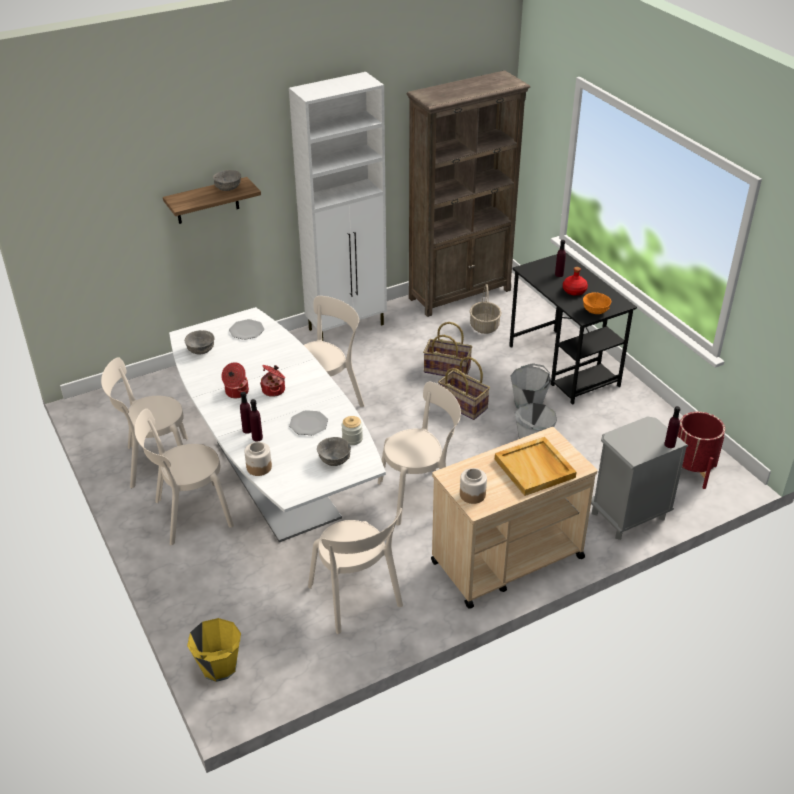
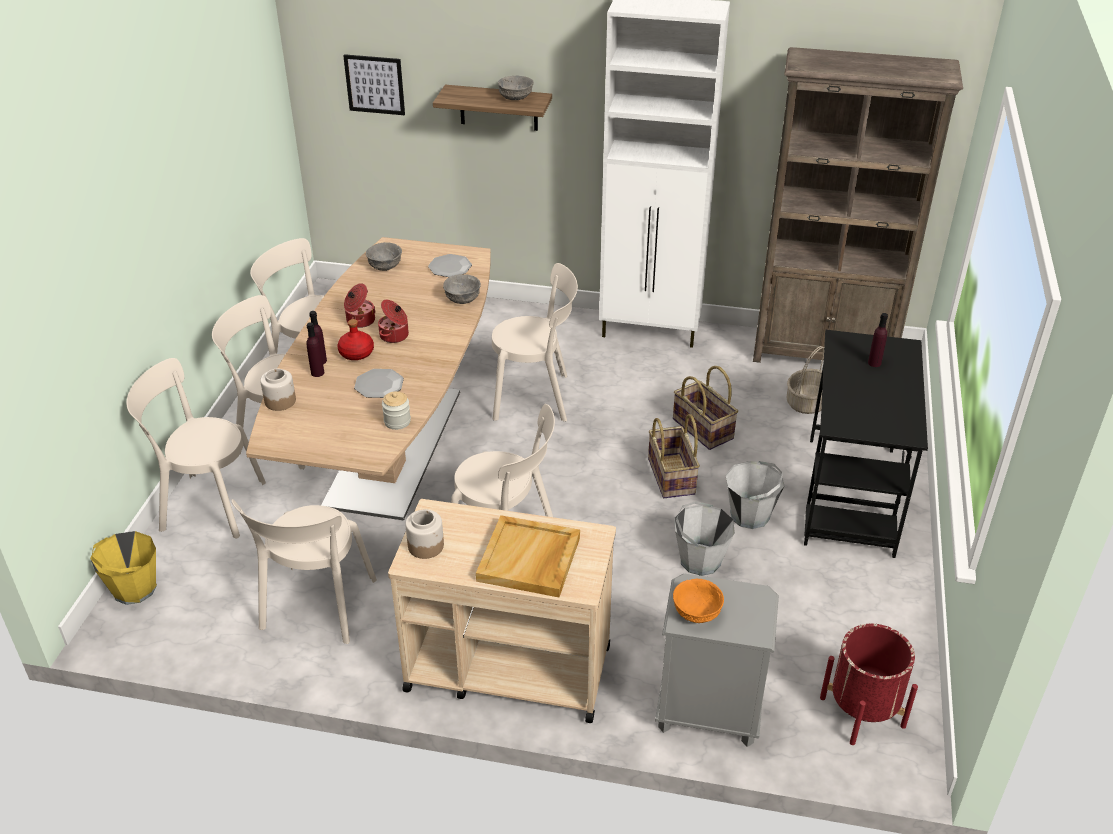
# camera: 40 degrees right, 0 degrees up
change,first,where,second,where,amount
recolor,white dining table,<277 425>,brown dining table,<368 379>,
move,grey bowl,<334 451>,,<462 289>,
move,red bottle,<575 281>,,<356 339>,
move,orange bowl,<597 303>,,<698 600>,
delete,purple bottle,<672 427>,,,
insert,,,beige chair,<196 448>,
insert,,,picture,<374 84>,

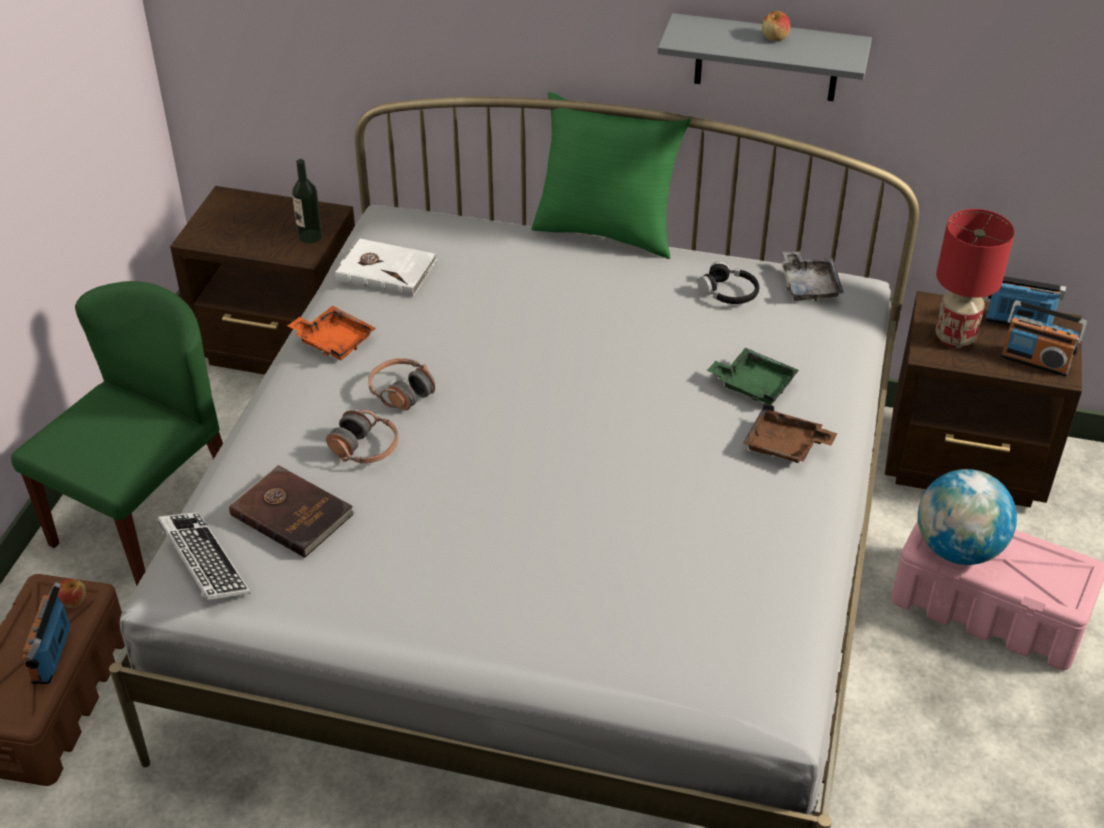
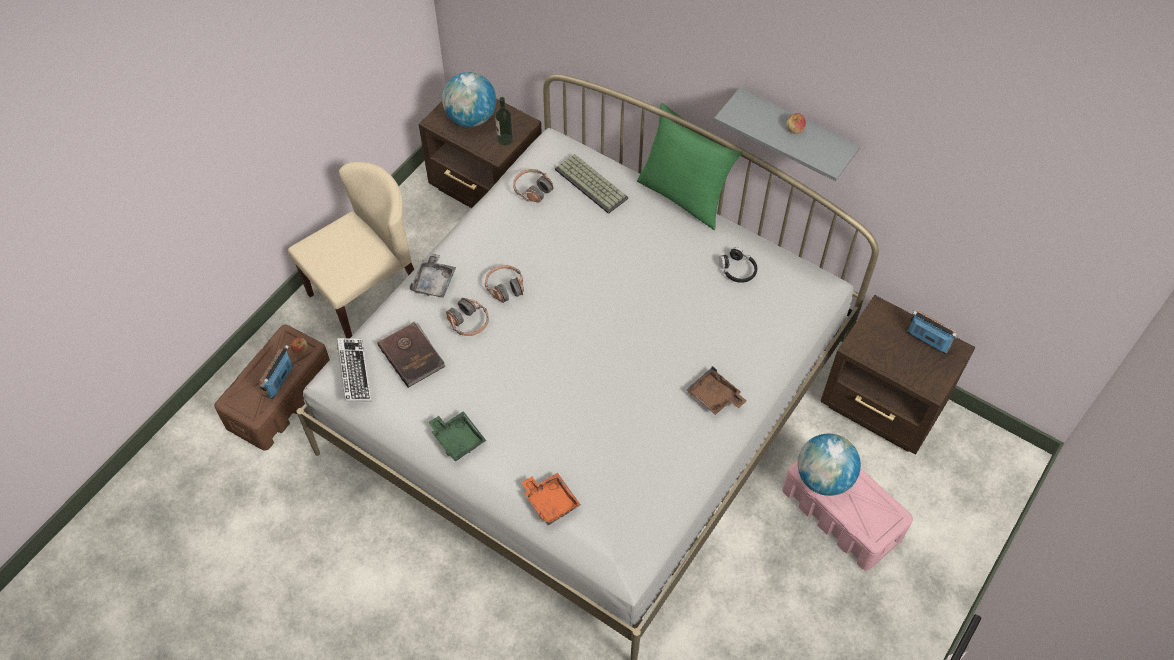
# camera: 20 degrees right, 15 degrees up
change,first,where,second,where,amount
recolor,green chair,<117 433>,beige chair,<351 250>,
move,orange tray,<331 333>,,<550 499>,
replace,white book,<386 267>,headphones,<533 186>,
move,green tray,<753 376>,,<457 436>,
move,grey tray,<812 276>,,<432 275>,
delete,red table lamp,<975 278>,,,
delete,radio,<1044 338>,,,
insert,,,globe,<469 99>,
insert,,,keyboard,<591 184>,

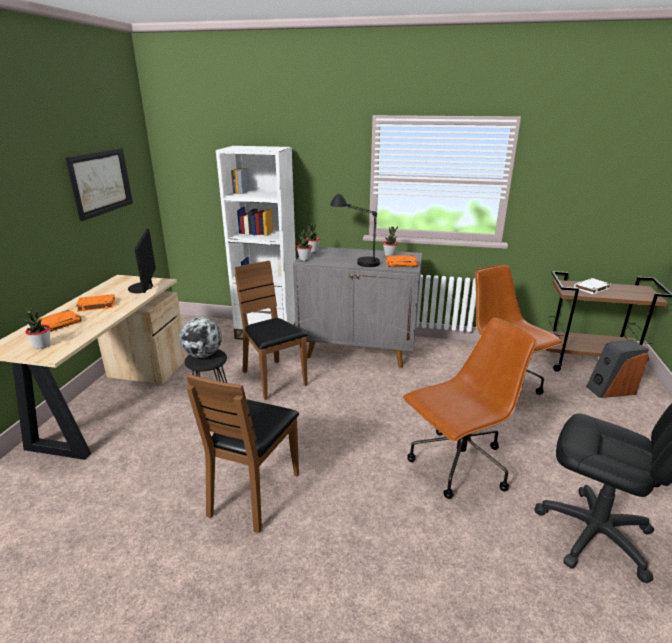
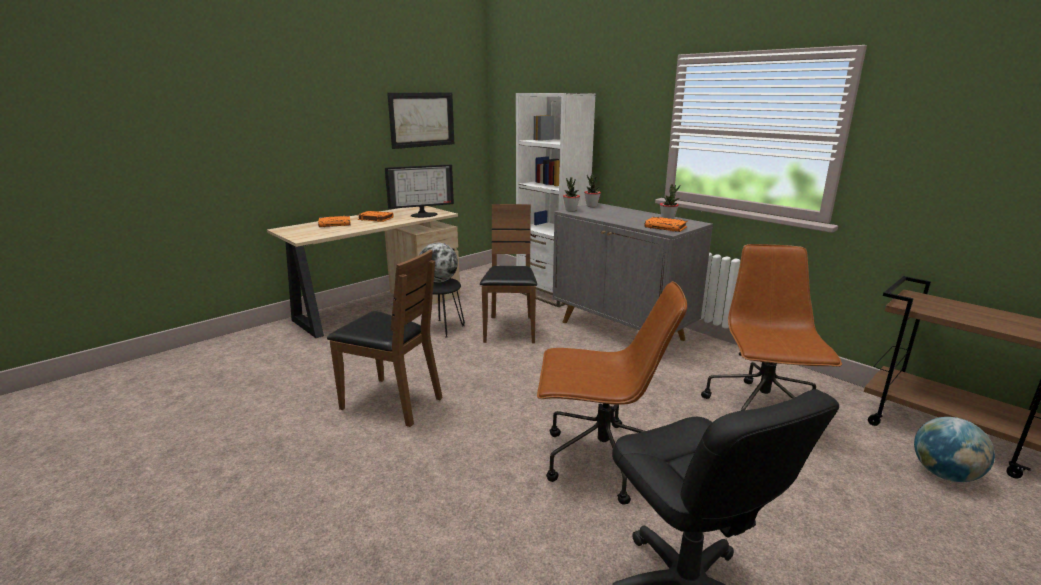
# camera: 35 degrees right, 5 degrees down
change,first,where,second,where,amount
delete,potted plant,<36 328>,,,
rotate,monitor,<142 261>,,<419 191>,135 degrees counterclockwise
rotate,brown chair,<242 453>,,<385 338>,120 degrees counterclockwise
delete,black table lamp,<355 230>,,,
delete,white book,<592 286>,,,
replace,speaker,<617 369>,globe,<954 449>,

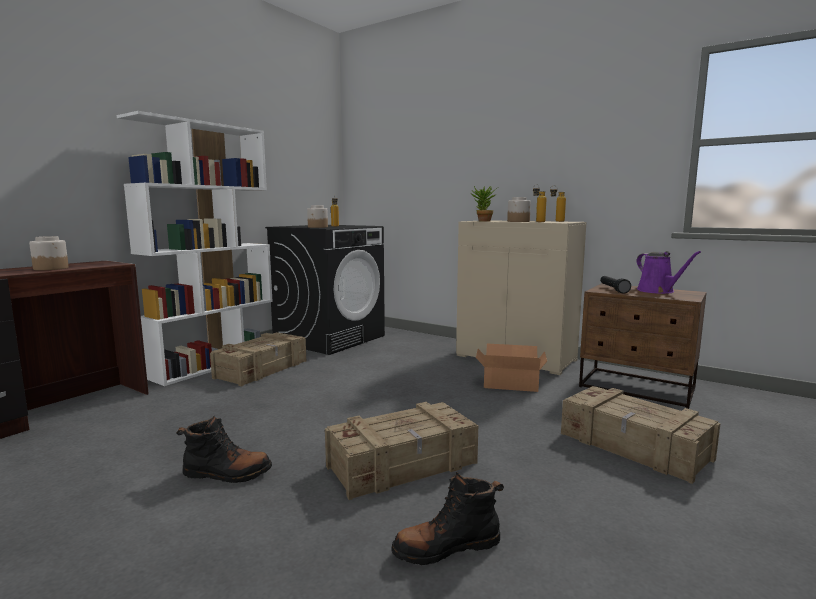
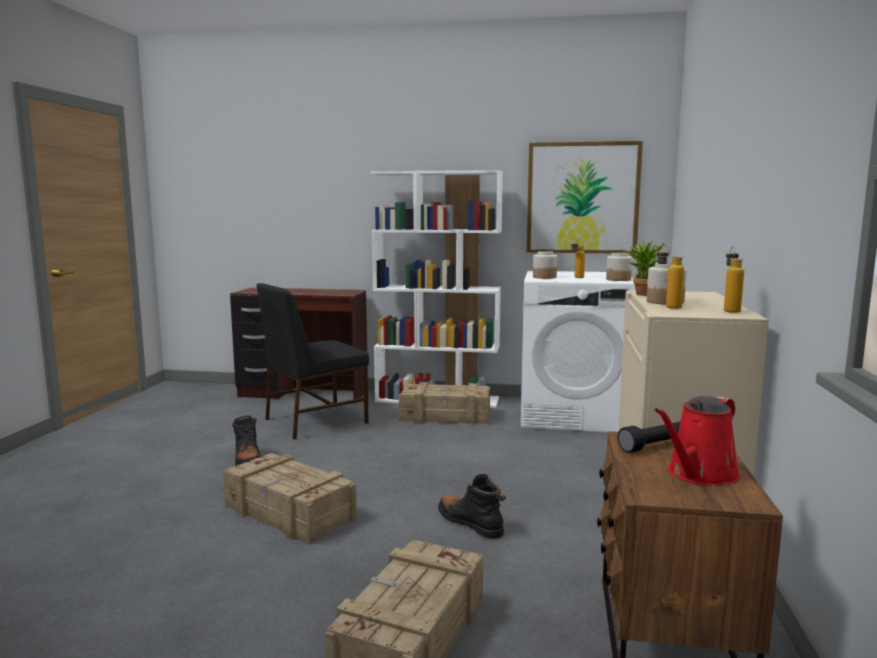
# camera: 65 degrees right, 0 degrees up
change,first,where,second,where,amount
move,jar,<49 253>,,<619 267>,
recolor,black washing machine,<325 290>,white washing machine,<578 351>,
move,black boot,<447 518>,,<472 506>,
delete,cardboard box,<511 367>,,,
recolor,purple watering can,<668 272>,red watering can,<697 441>,
insert,,,black chair,<313 361>,
insert,,,picture,<585 197>,

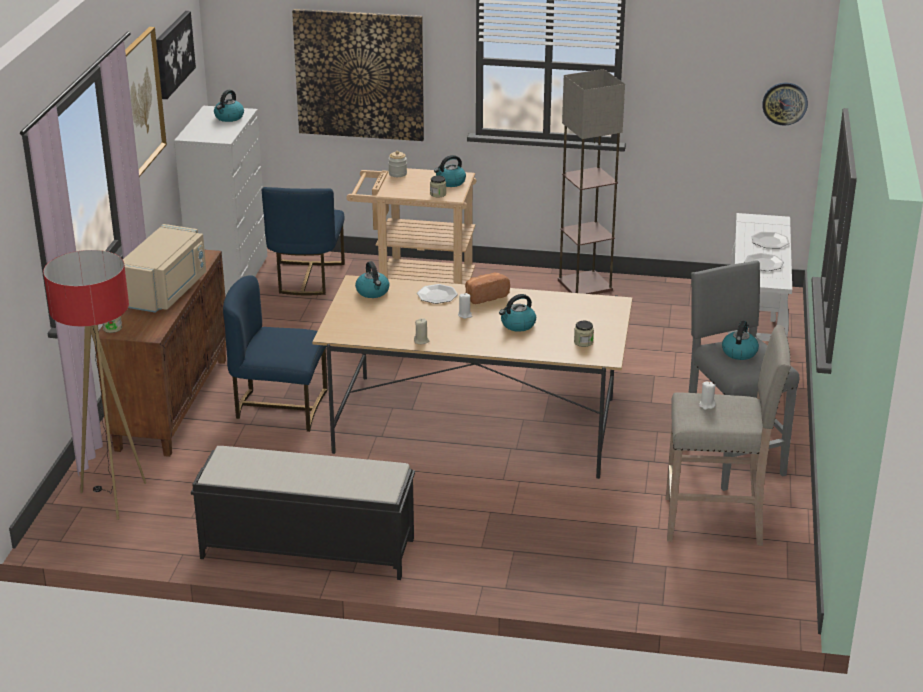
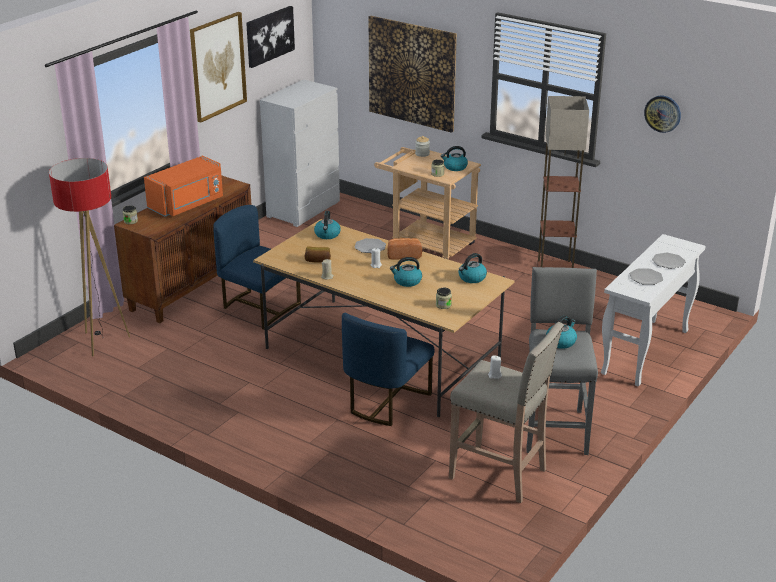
# camera: 25 degrees right, 0 degrees up
change,first,where,second,where,amount
recolor,beige microwave,<164 268>,orange microwave,<183 186>,
delete,black bench,<303 513>,,,
move,kettle,<229 106>,,<472 268>,
move,blue chair,<303 241>,,<388 369>,
move,wall clock,<785 104>,,<662 114>,
insert,,,bread,<317 254>,

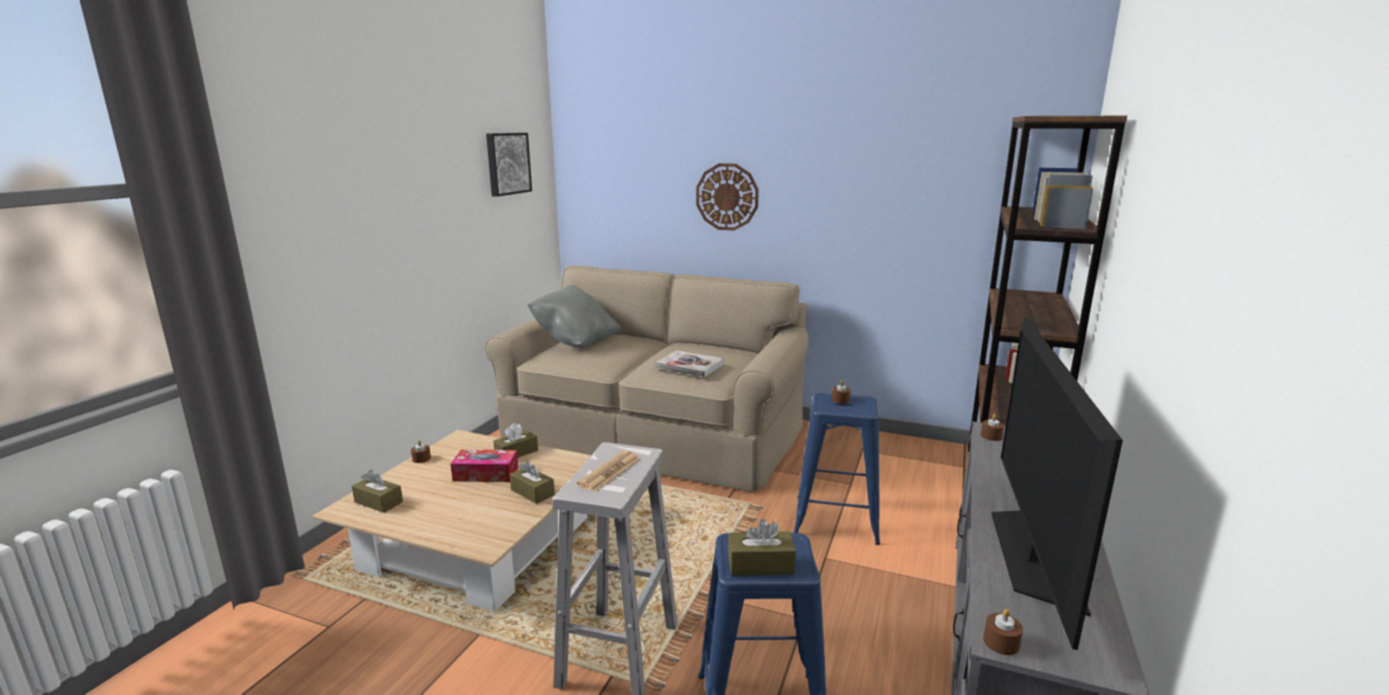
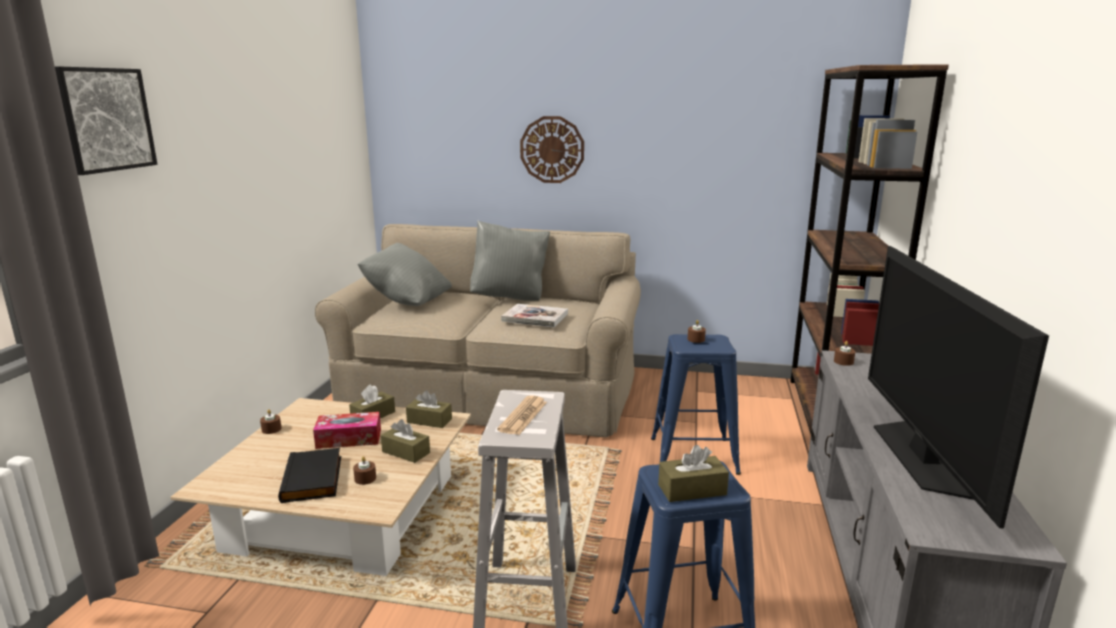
# camera: 10 degrees left, 0 degrees up
change,first,where,second,where,amount
move,brown tissue box,<377 491>,,<429 409>,
move,picture,<509 165>,,<106 120>,
move,brown candle,<1003 632>,,<364 470>,
insert,,,black book,<309 475>,
insert,,,grey pillow,<510 260>,

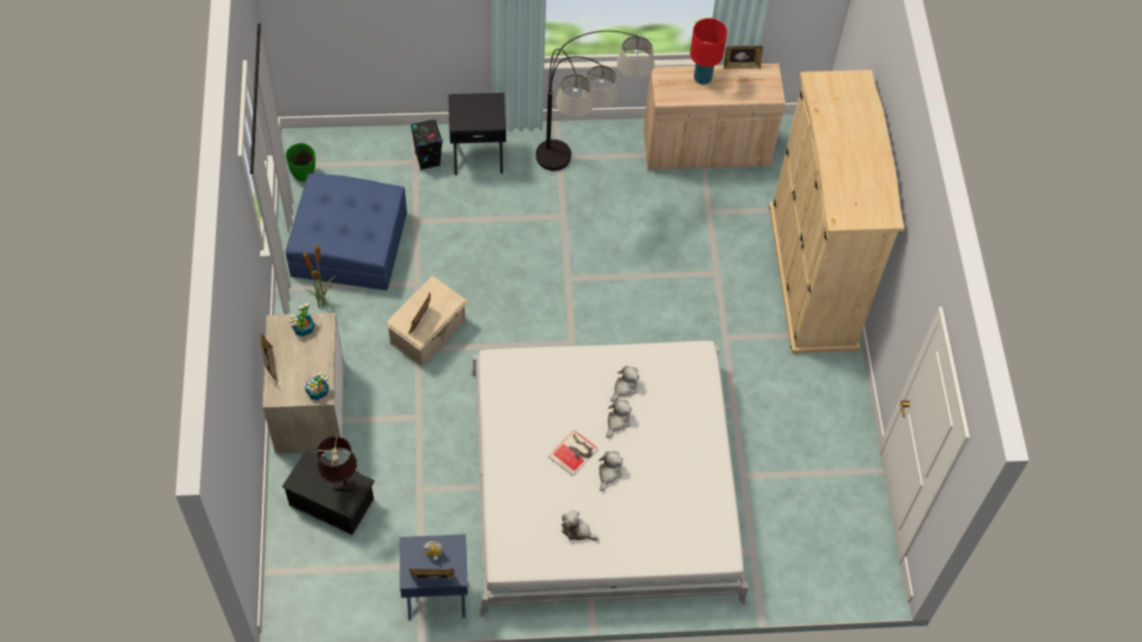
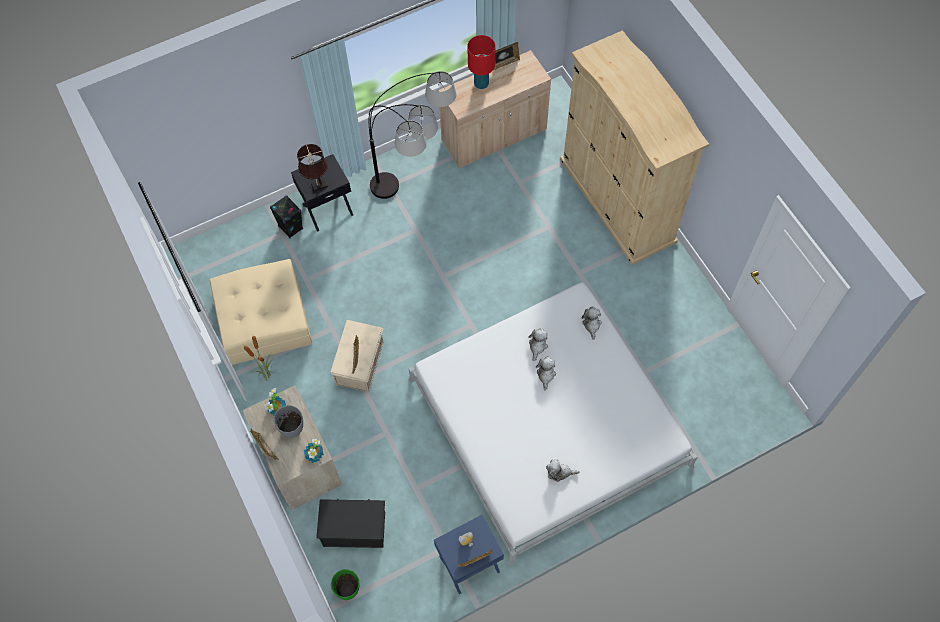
# camera: 20 degrees left, 5 degrees up
change,first,where,second,where,amount
move,green vase,<300 162>,,<345 584>,
recolor,blue ottoman,<346 232>,beige ottoman,<261 312>,
move,brown table lamp,<337 464>,,<312 167>,
delete,book,<573 453>,,,
move,plush toy,<611 471>,,<592 323>,
insert,,,grey vase,<288 421>,

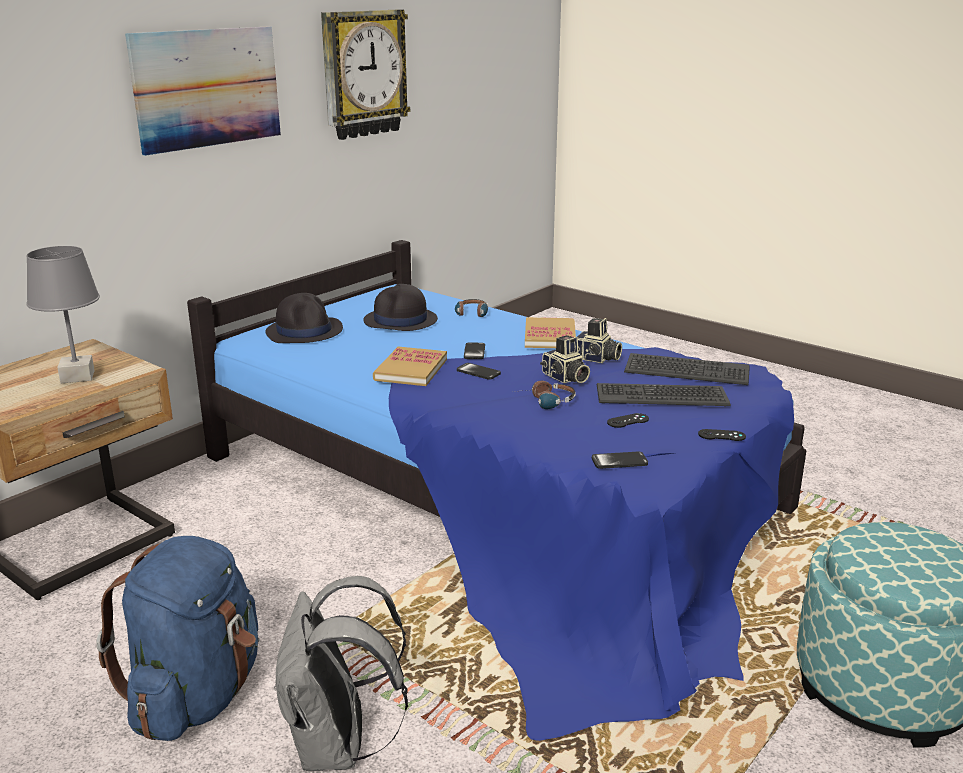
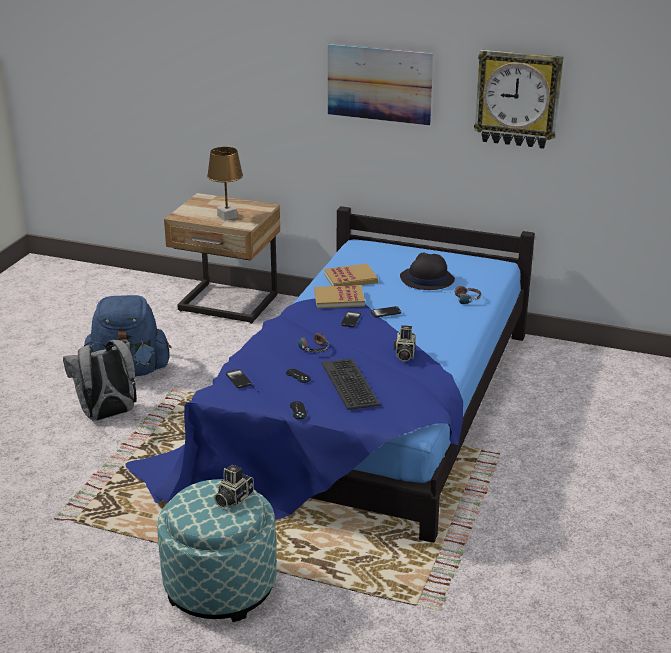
# camera: 70 degrees right, 5 degrees up
change,first,where,second,where,amount
recolor,grey table lamp,<63 314>,brown table lamp,<225 183>,
delete,black hat,<304 318>,,,
move,book,<550 332>,,<351 275>,
move,photo camera,<565 359>,,<234 486>,
delete,keyboard,<687 369>,,,

